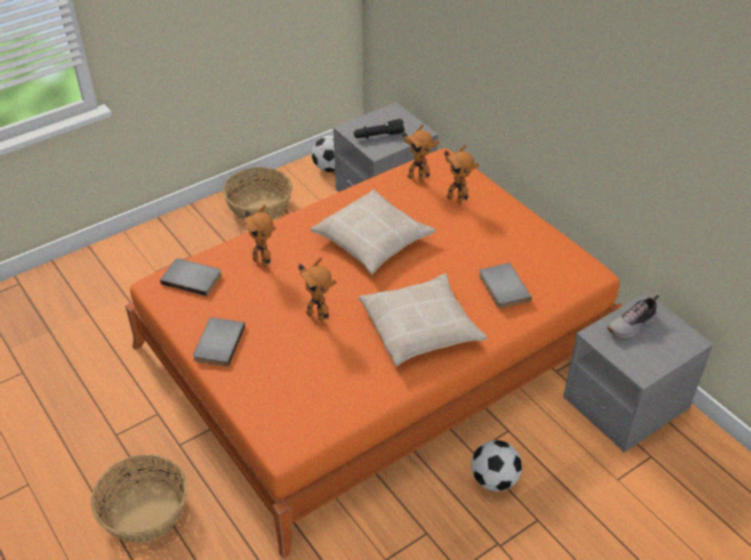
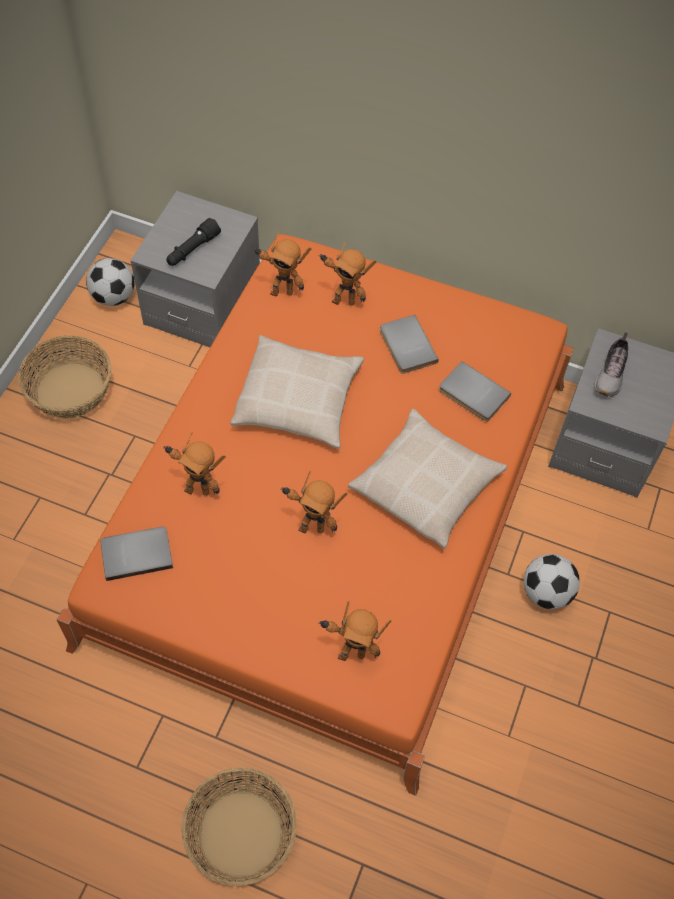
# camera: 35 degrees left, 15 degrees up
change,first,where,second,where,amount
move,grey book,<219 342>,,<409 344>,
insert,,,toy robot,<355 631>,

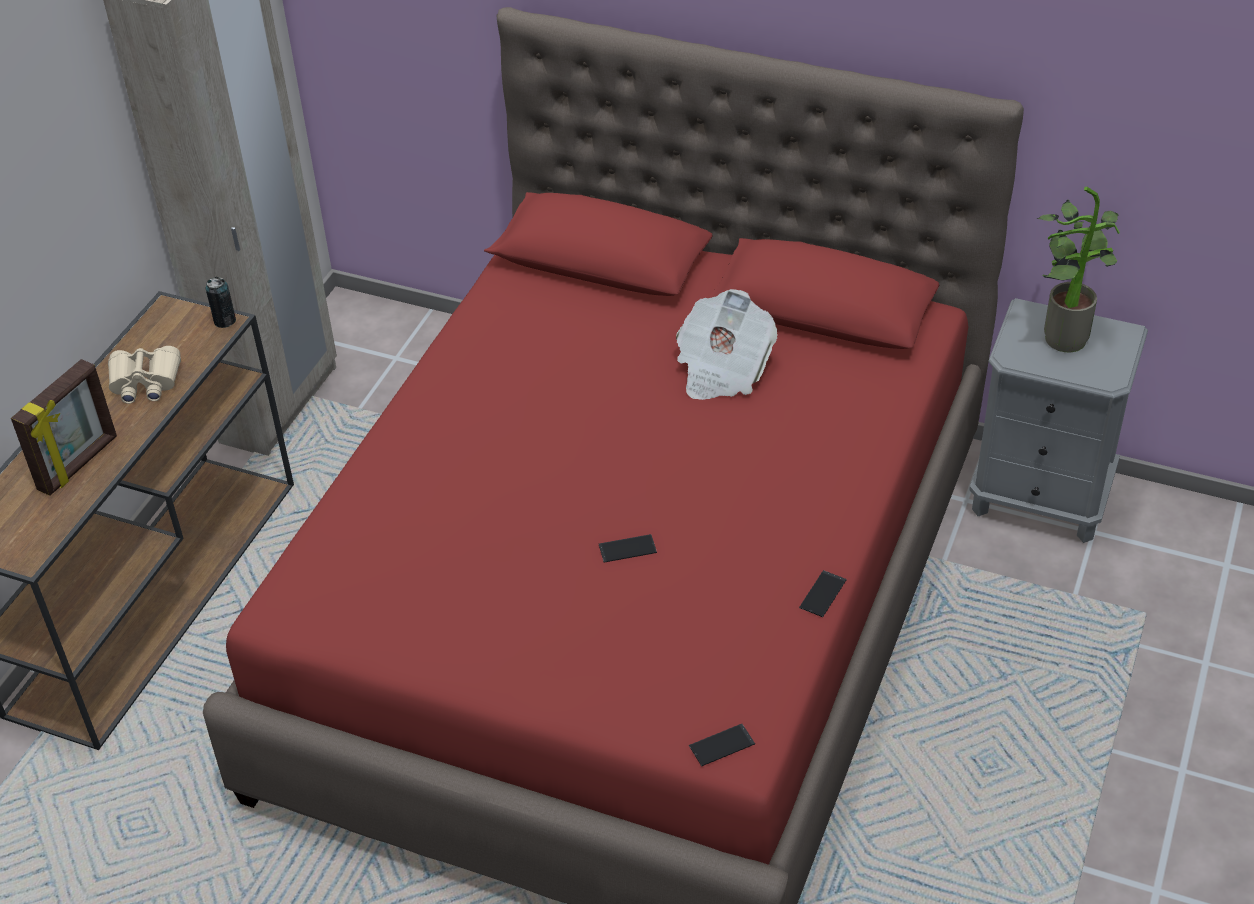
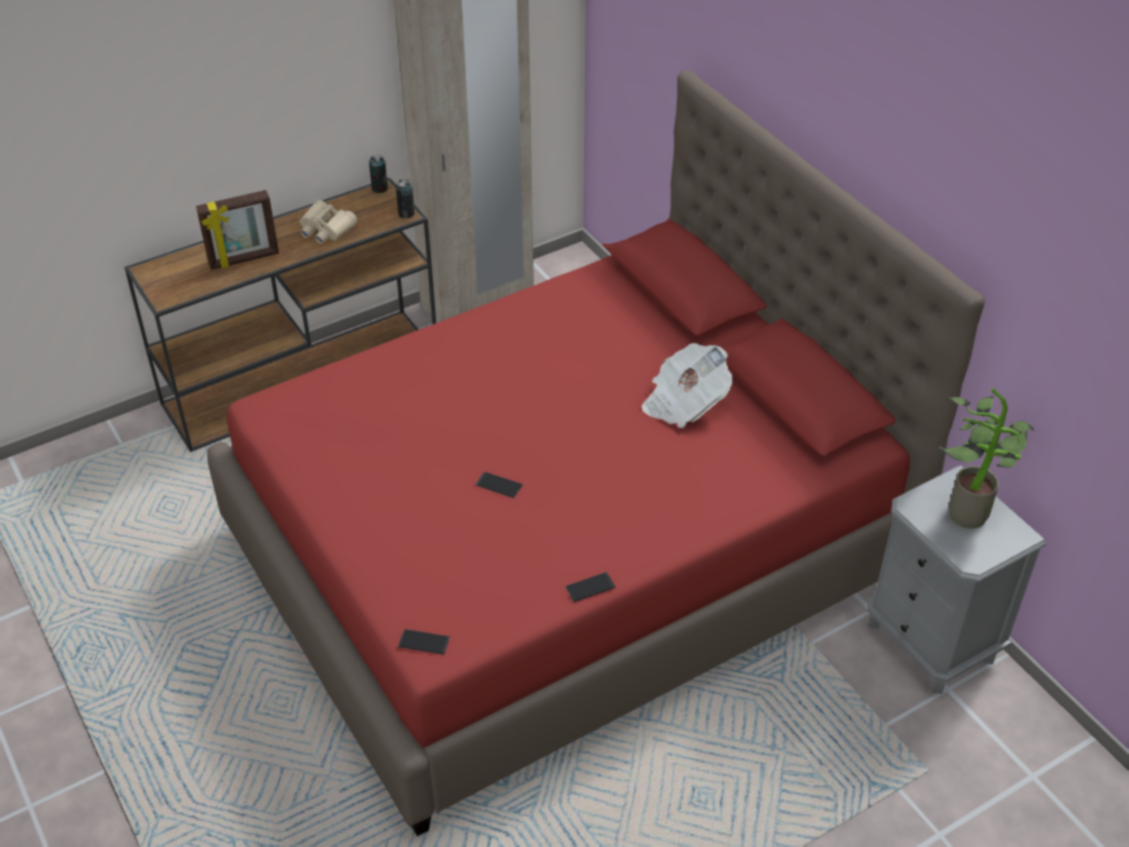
# camera: 35 degrees right, 0 degrees up
change,first,where,second,where,amount
insert,,,can,<378 174>,

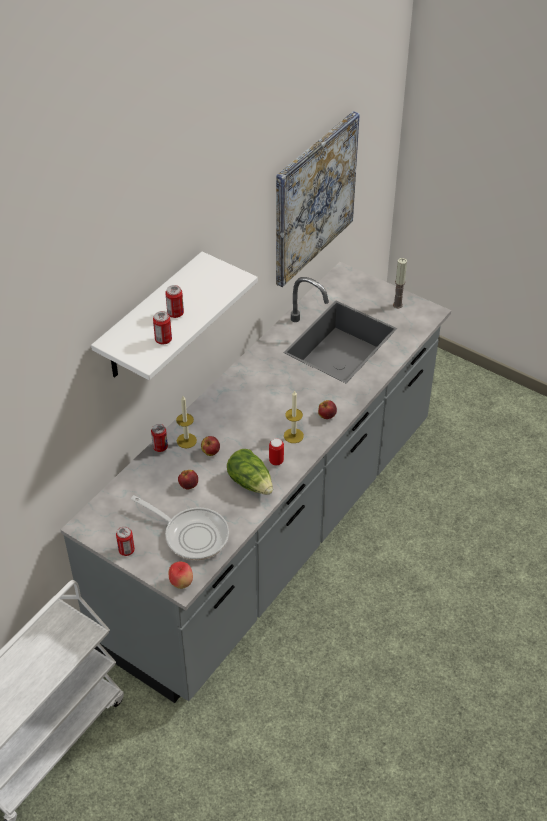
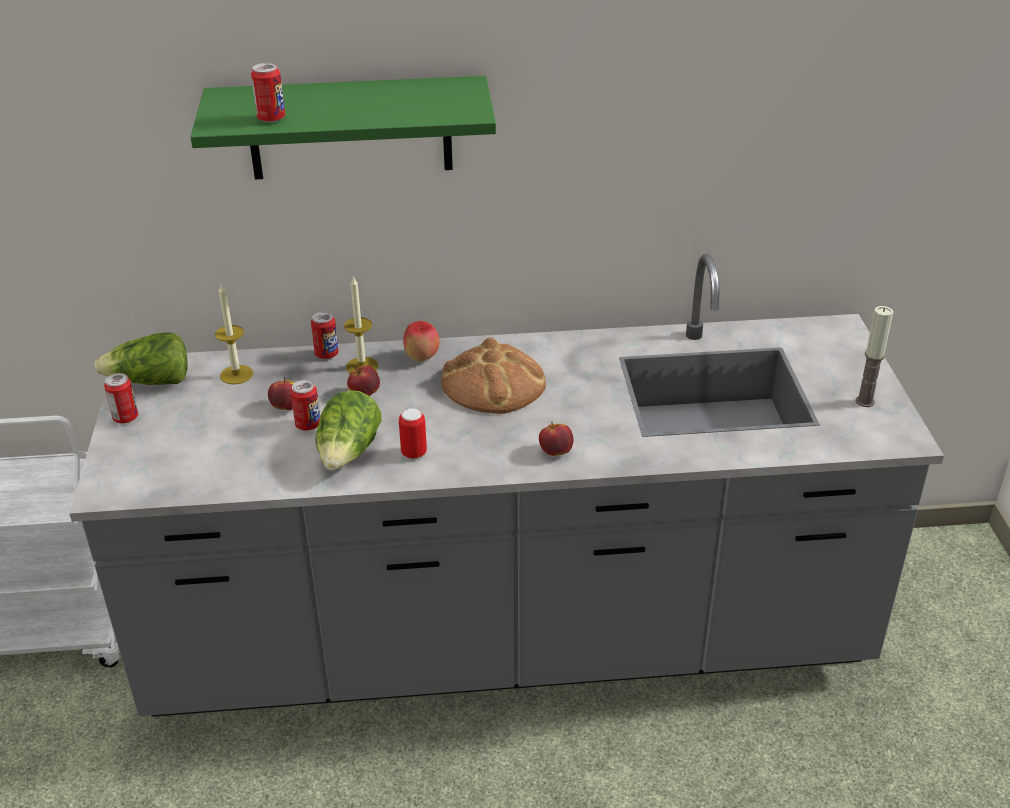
# camera: 50 degrees right, 10 degrees down
change,first,where,second,where,amount
recolor,white shelf,<174 315>,green shelf,<343 128>,
delete,frying pan,<180 527>,,,
move,can,<174 301>,,<305 405>,
move,apple,<181 575>,,<421 341>,
delete,picture,<318 199>,,,
move,candle,<294 416>,,<234 334>,
insert,,,lettuce,<141 359>,
insert,,,bread,<493 376>,

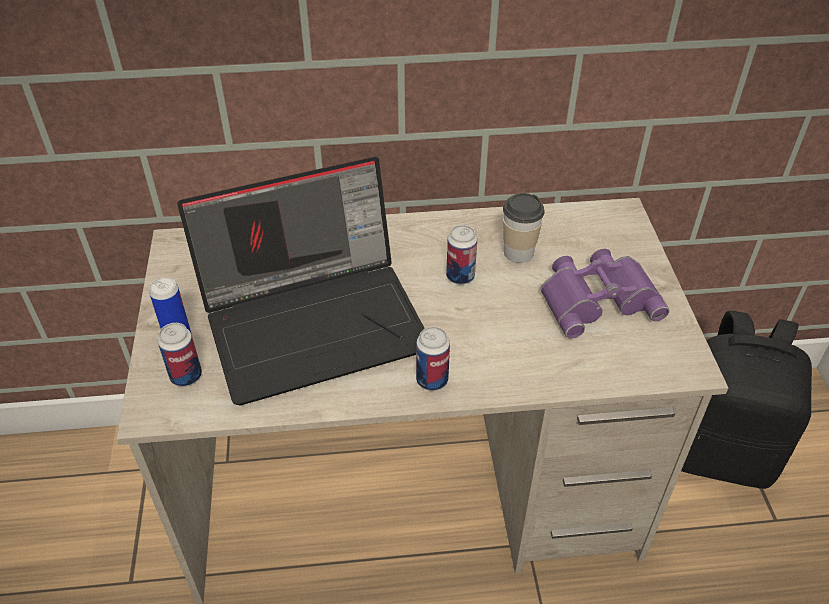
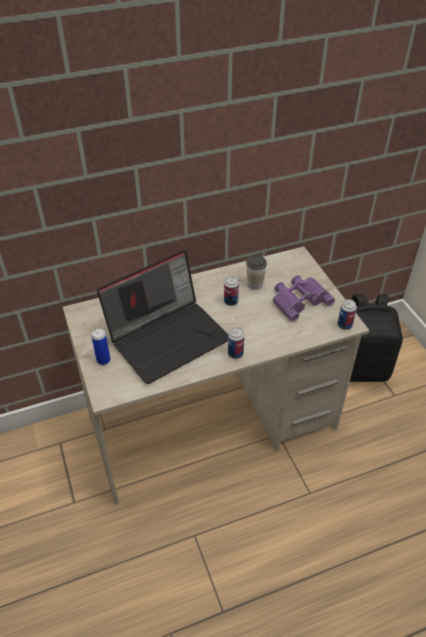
# camera: 15 degrees left, 0 degrees up
change,first,where,second,where,amount
move,can,<180 355>,,<347 314>,

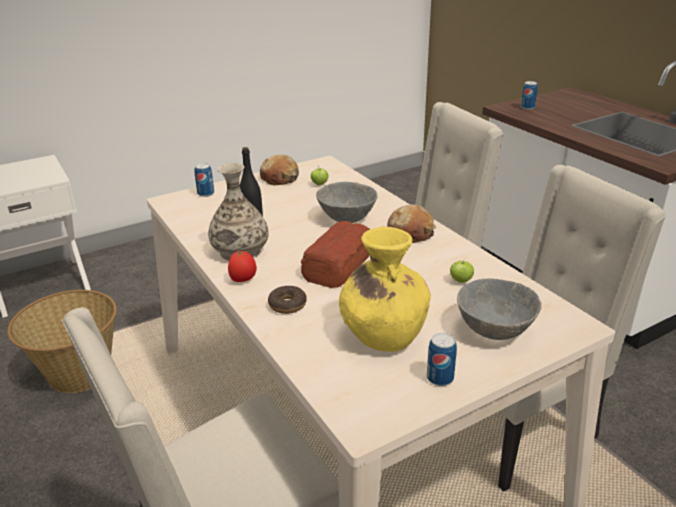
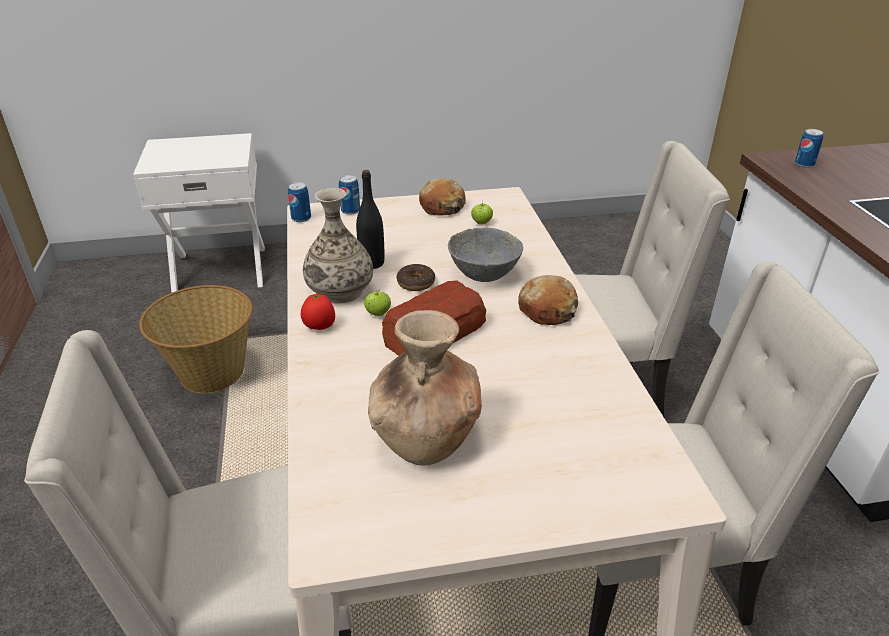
# camera: 20 degrees right, 5 degrees up
change,first,where,second,where,amount
move,donut,<287 300>,,<416 277>,
recolor,yellow vase,<385 289>,brown vase,<425 388>,
move,can,<442 359>,,<299 202>,
move,apple,<462 270>,,<377 302>,
delete,grey bowl,<499 309>,,,

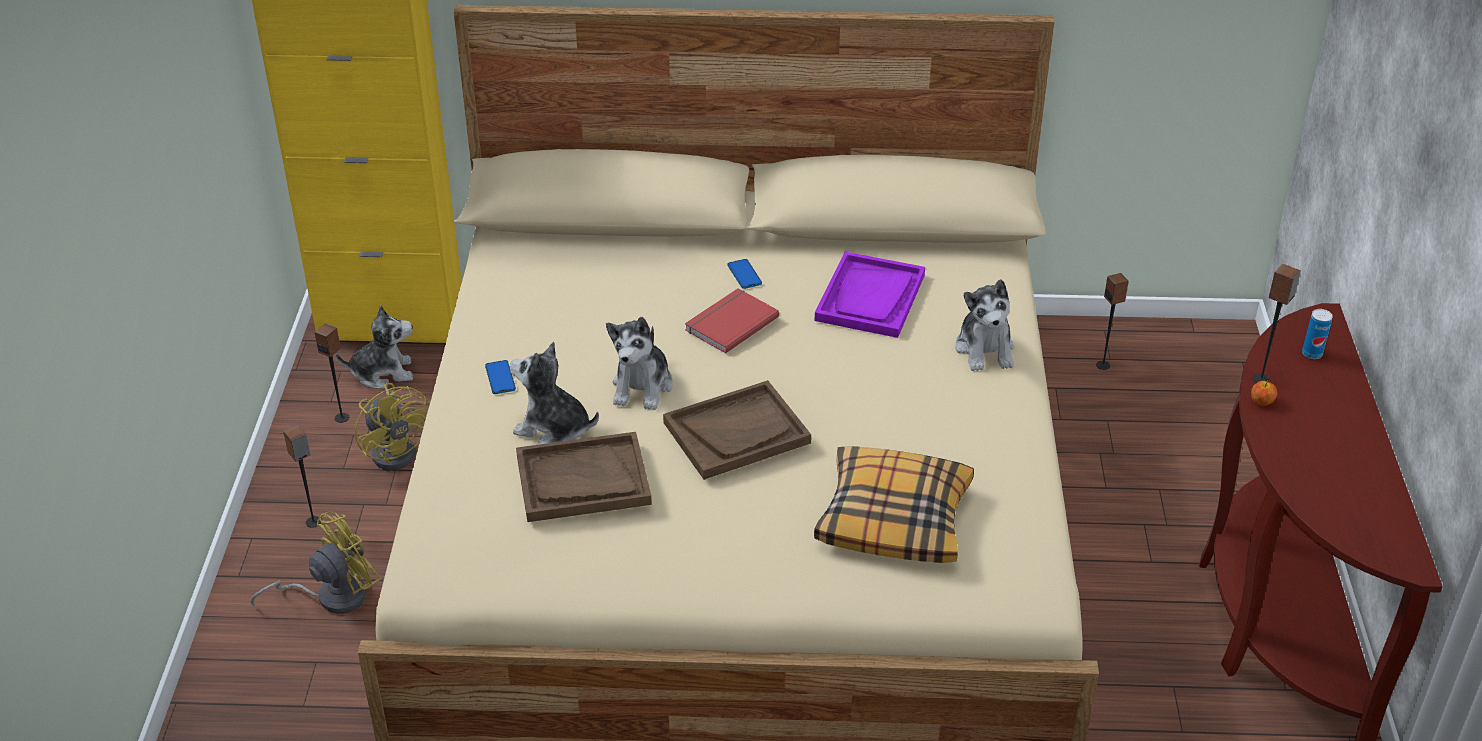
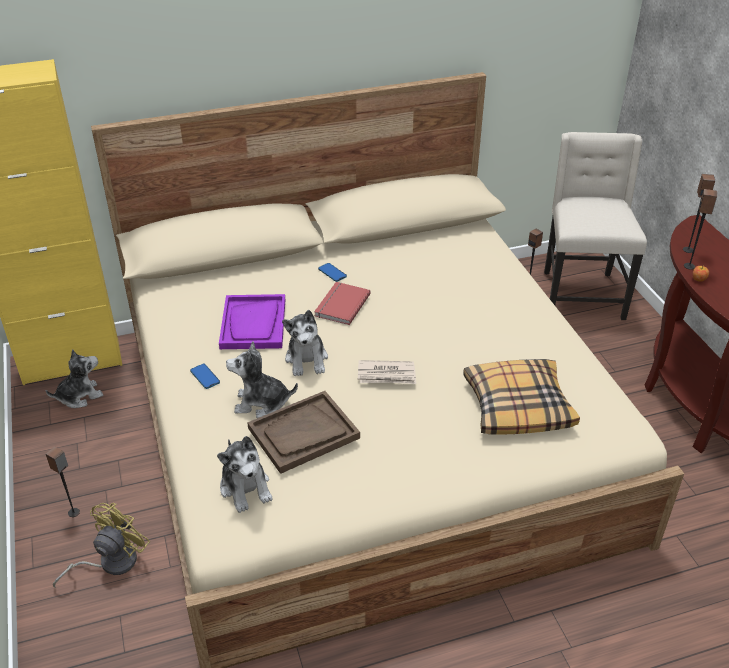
# camera: 20 degrees left, 0 degrees up
change,first,where,second,where,amount
move,speaker,<331 373>,,<699 213>,
delete,yellow fan,<392 426>,,,
replace,brown tray,<737 430>,newspaper,<387 372>,
move,purple tray,<870 295>,,<252 321>,
move,plush toy,<984 325>,,<245 474>,
delete,can,<1317 334>,,,
insert,,,beige chair,<595 226>,

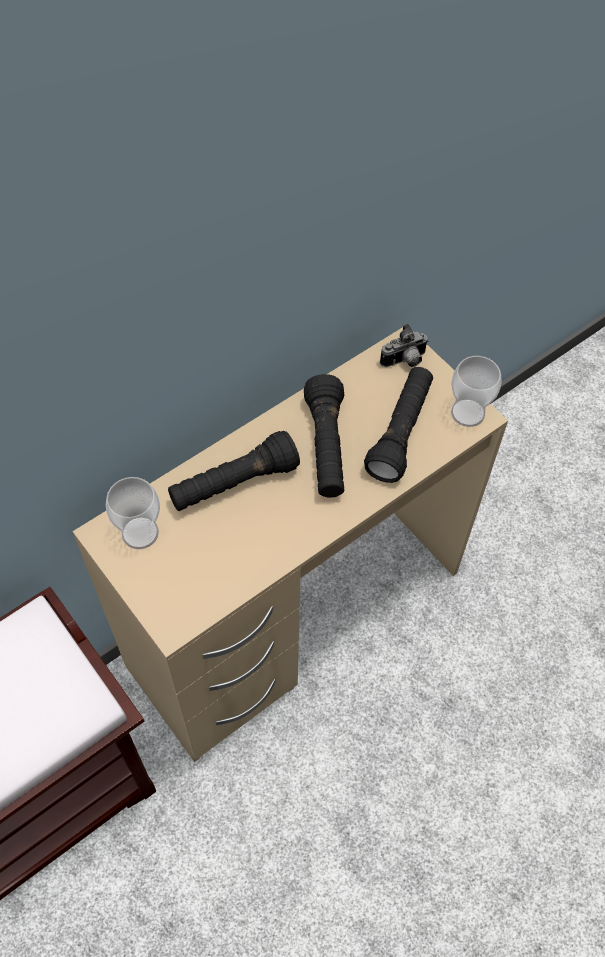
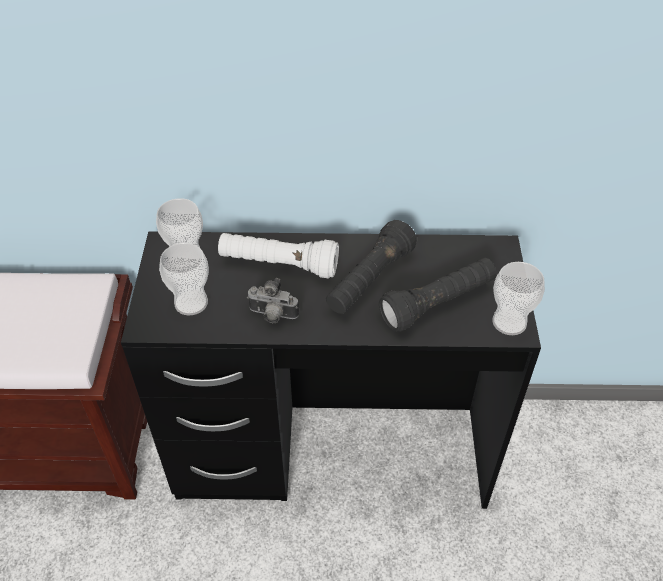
# camera: 40 degrees right, 10 degrees down
change,first,where,second,where,amount
recolor,beige desk,<290 544>,black desk,<331 370>,
recolor,black flashlight,<234 471>,white flashlight,<278 255>,
move,photo camera,<404 345>,,<273 300>,
insert,,,cup,<184 279>,

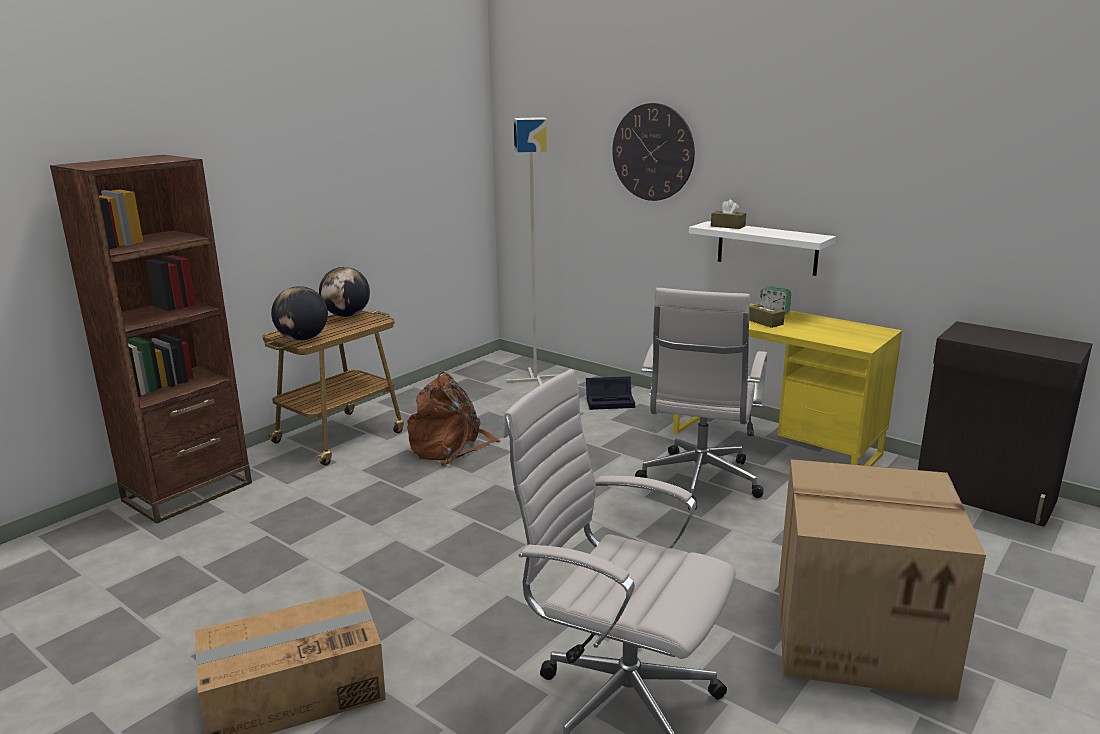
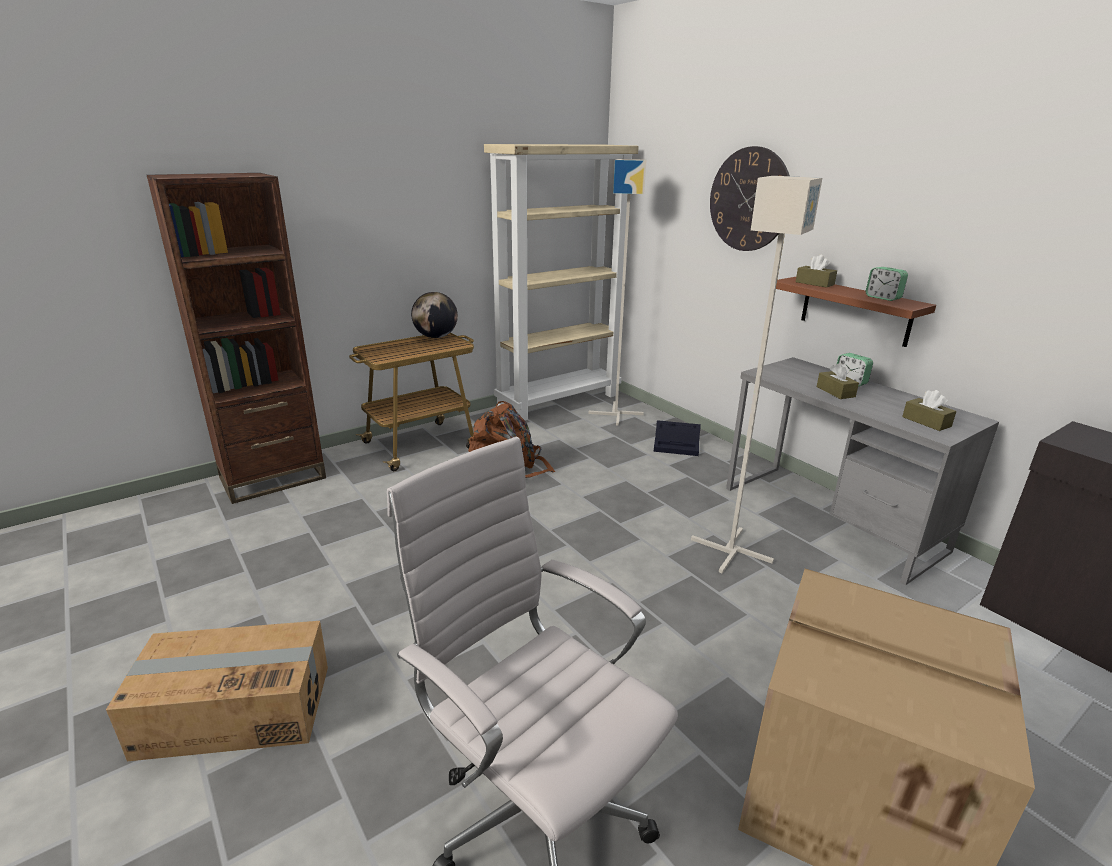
# camera: 15 degrees right, 5 degrees up
change,first,where,second,where,amount
delete,globe,<299 313>,,,
replace,white office chair,<701 399>,grey floor lamp,<756 375>,
recolor,yellow desk,<787 384>,grey desk,<862 471>,
recolor,white shelf,<762 248>,brown shelf,<856 312>,
insert,,,beige bookcase,<561 282>,
insert,,,alarm clock,<886 284>,
insert,,,brown tissue box,<929 410>,

